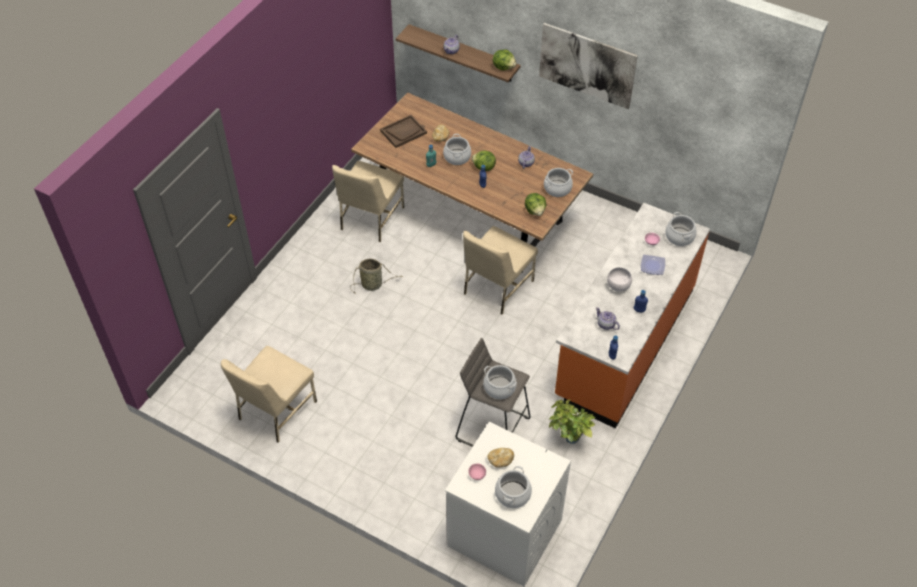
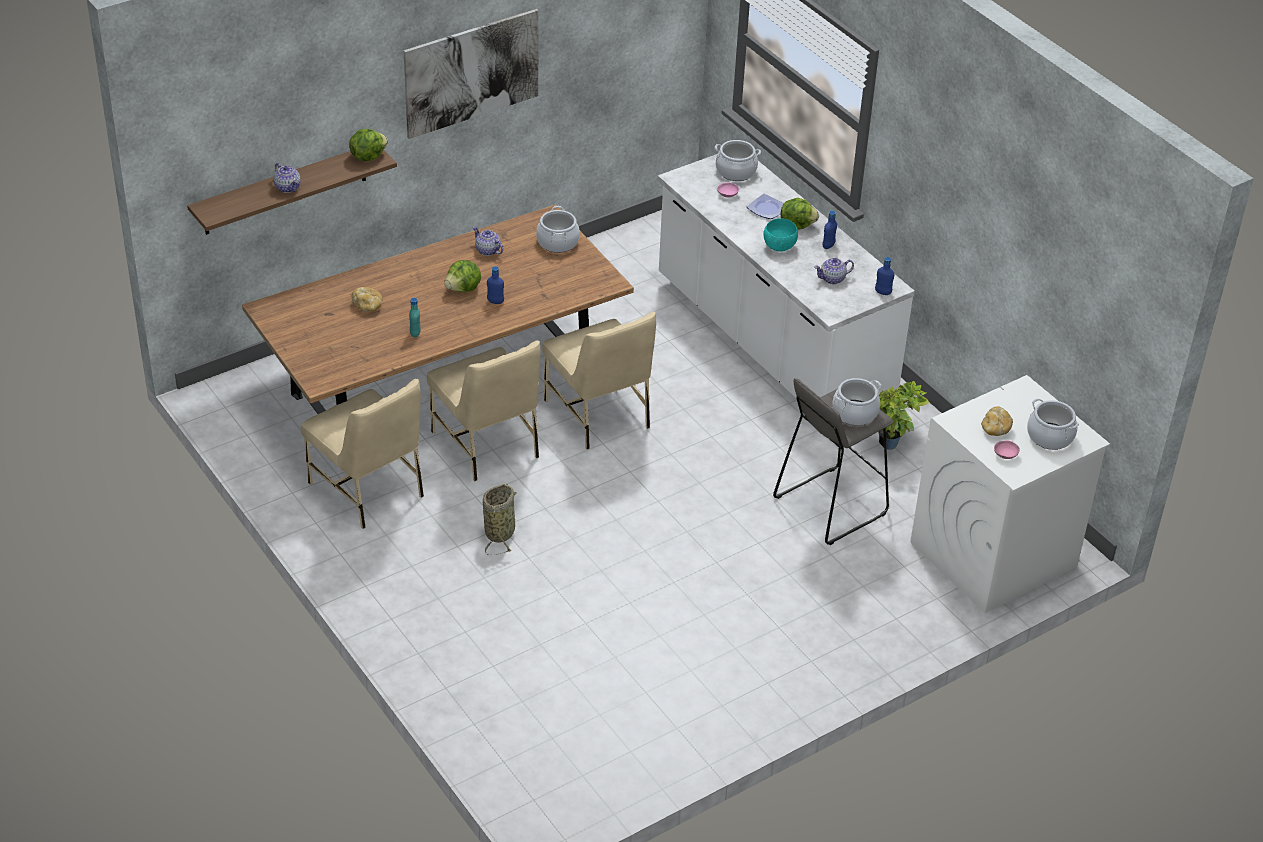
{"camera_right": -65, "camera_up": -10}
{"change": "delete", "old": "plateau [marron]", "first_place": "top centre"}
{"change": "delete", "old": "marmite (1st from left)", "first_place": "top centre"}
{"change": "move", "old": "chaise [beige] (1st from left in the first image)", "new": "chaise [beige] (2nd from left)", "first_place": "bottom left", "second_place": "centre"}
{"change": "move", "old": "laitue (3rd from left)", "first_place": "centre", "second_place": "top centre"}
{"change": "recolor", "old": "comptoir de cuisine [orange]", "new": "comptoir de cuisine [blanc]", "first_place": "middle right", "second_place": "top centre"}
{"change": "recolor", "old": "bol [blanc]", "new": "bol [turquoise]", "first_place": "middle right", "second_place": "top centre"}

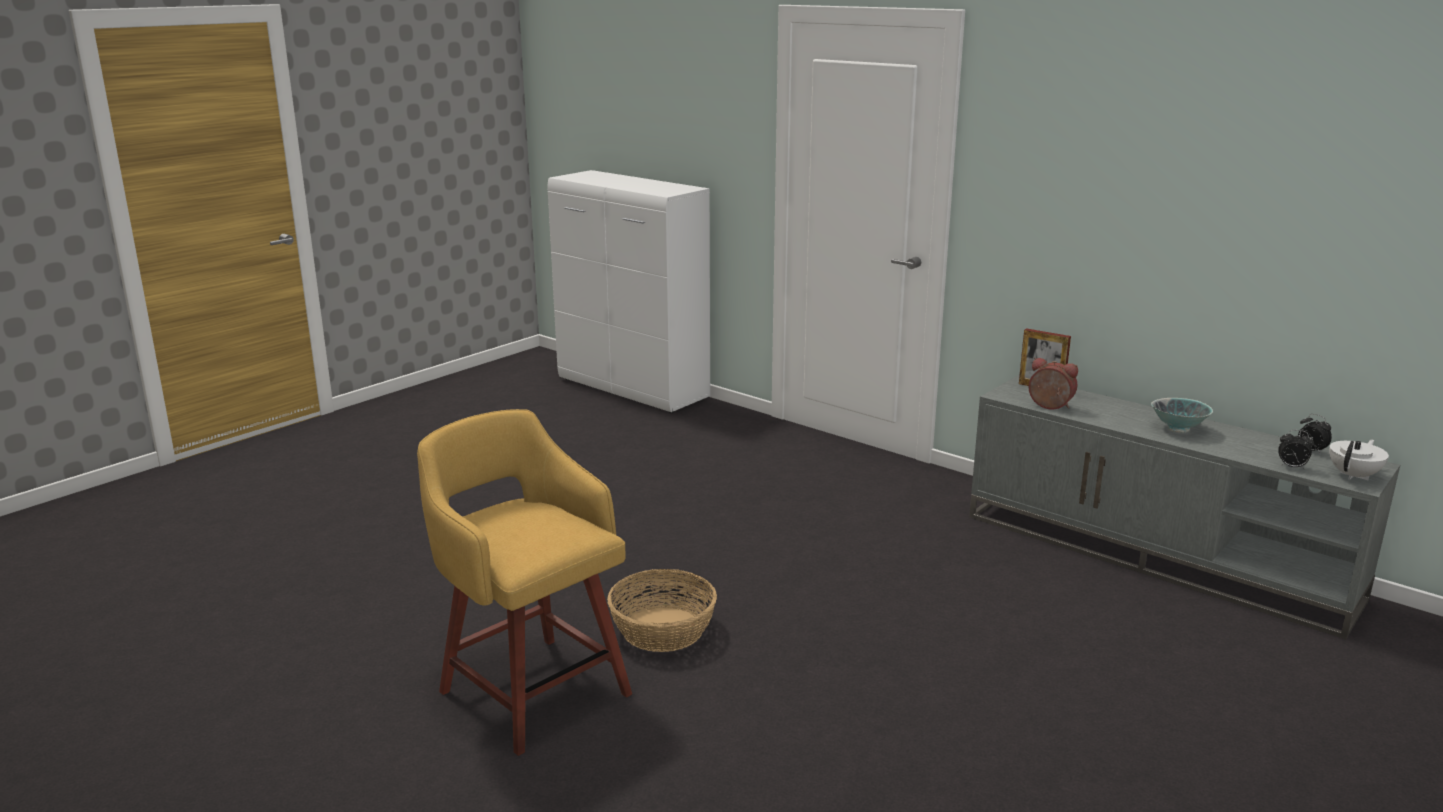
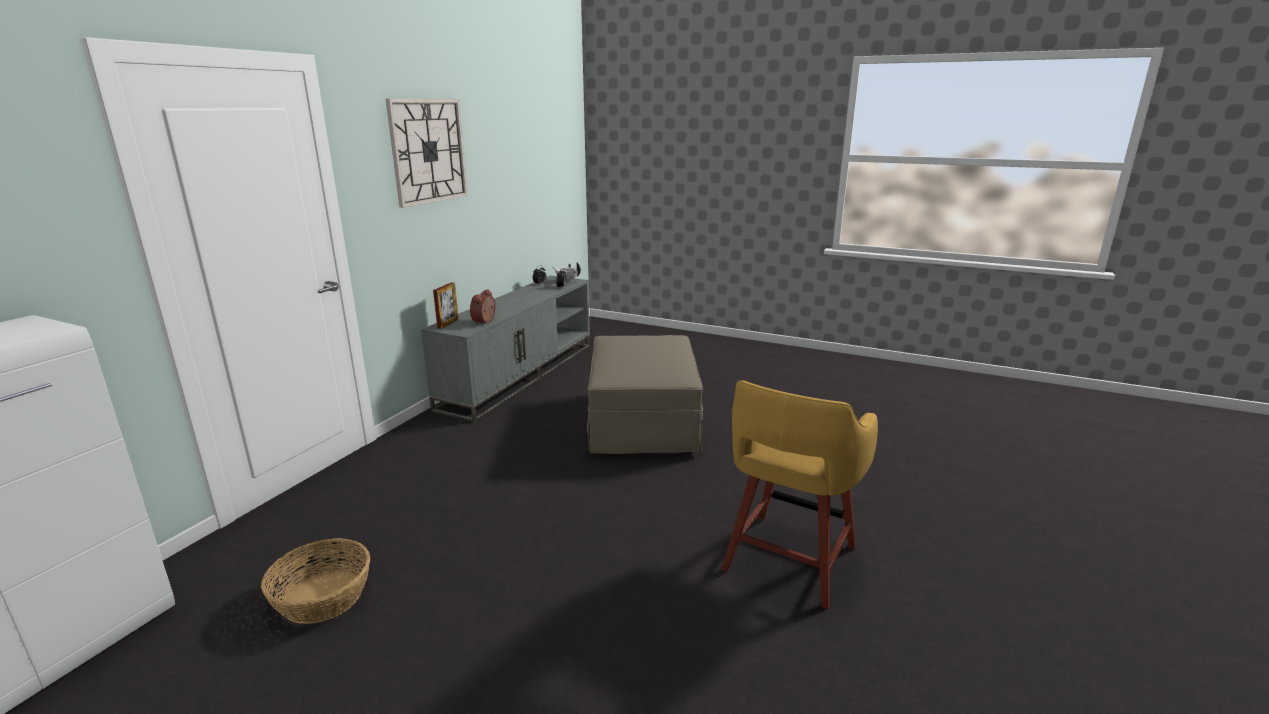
{"camera_right": -105, "camera_up": 0}
{"change": "delete", "old": "bol", "first_place": "middle right"}
{"change": "insert", "new": "horloge murale", "second_place": "top centre"}
{"change": "insert", "new": "pouf [beige]", "second_place": "centre"}
{"change": "move", "old": "panier", "first_place": "bottom centre", "second_place": "bottom left"}

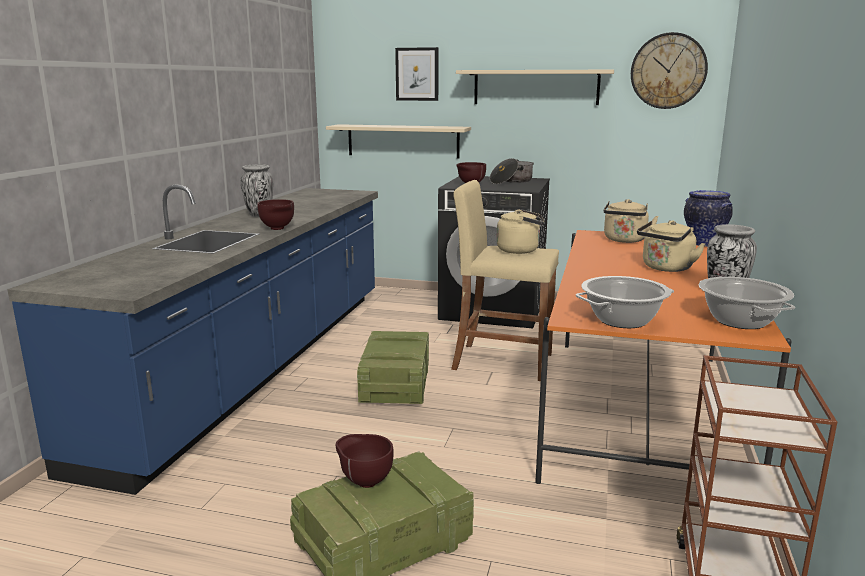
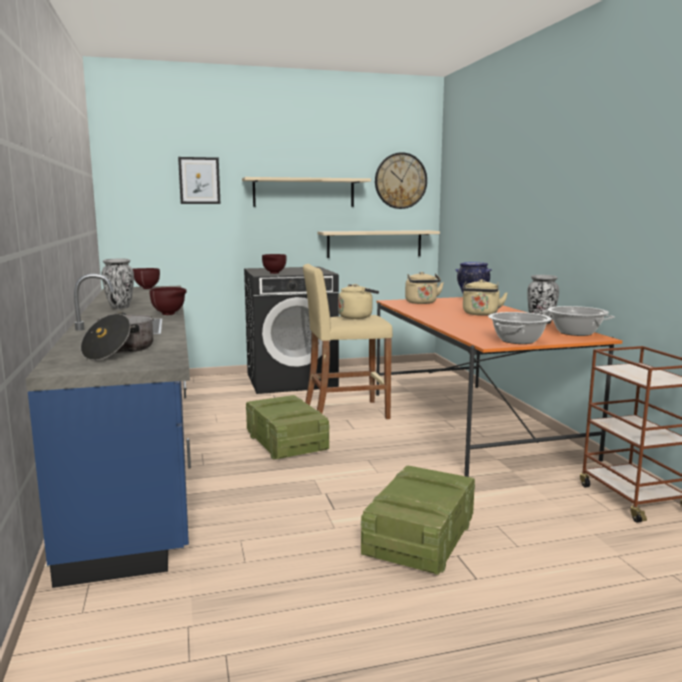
{"camera_right": -30, "camera_up": -5}
{"change": "move", "old": "étagère [beige] (1st from left in the first image)", "new": "étagère [beige] (2nd from left)", "first_place": "top centre", "second_place": "centre"}
{"change": "move", "old": "bol [marron] (2nd from left in the first image)", "new": "bol [marron] (1st from left)", "first_place": "bottom centre", "second_place": "middle left"}
{"change": "move", "old": "marmite (1st from left)", "first_place": "top centre", "second_place": "middle left"}

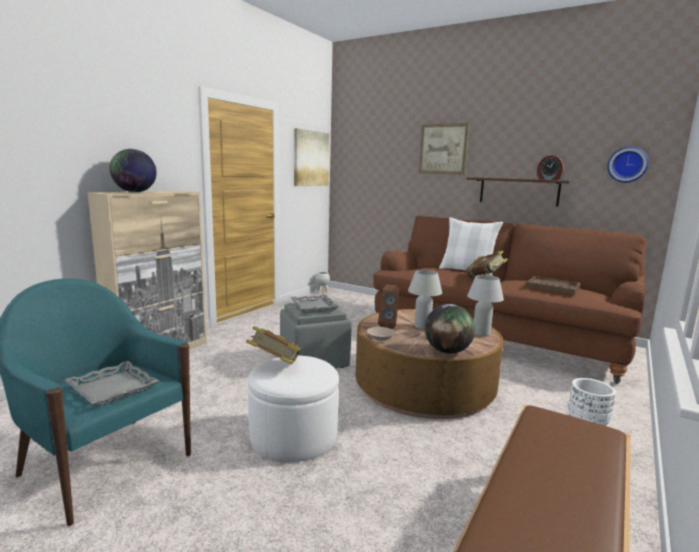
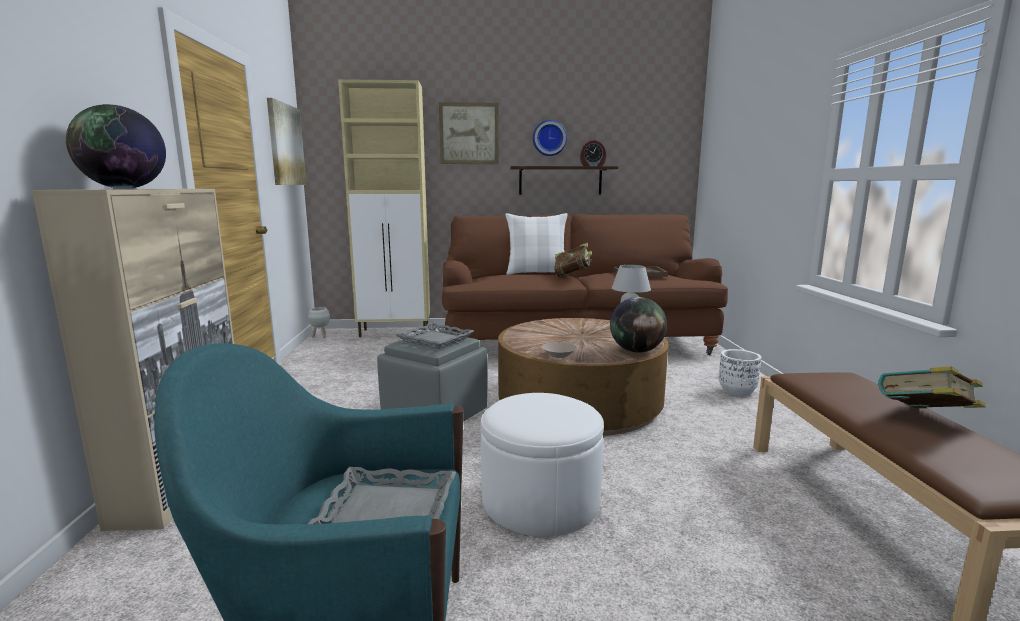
{"camera_right": -35, "camera_up": 0}
{"change": "delete", "old": "enceinte [marron]", "first_place": "centre"}
{"change": "delete", "old": "lampe de table [blanc] (1st from left)", "first_place": "centre"}
{"change": "insert", "new": "meuble de rangement [beige] (2nd from left)", "second_place": "centre"}
{"change": "move", "old": "livre (1st from left in the first image)", "new": "livre (2nd from left)", "first_place": "centre", "second_place": "middle right"}
{"change": "move", "old": "horloge murale", "first_place": "top right", "second_place": "top centre"}

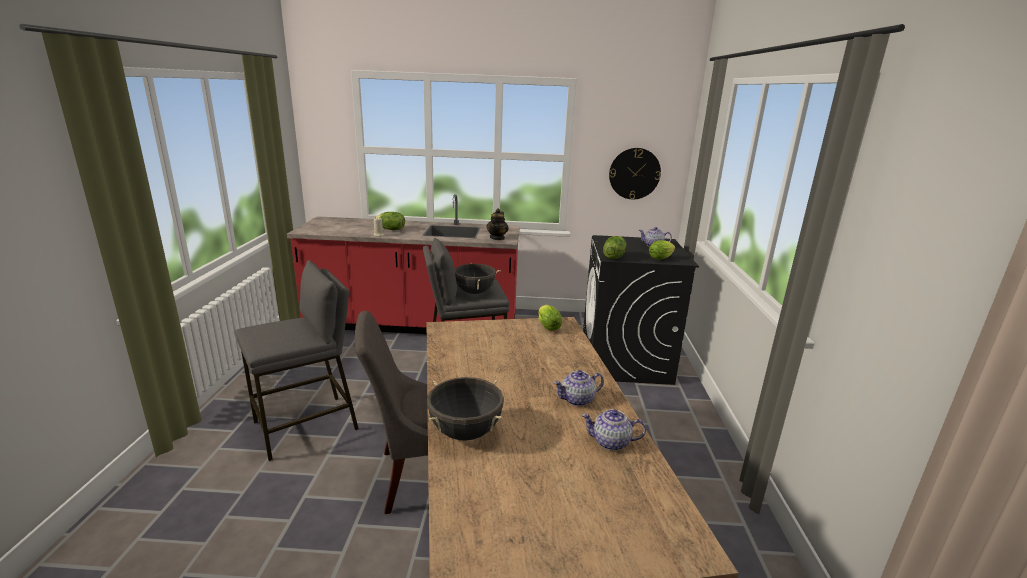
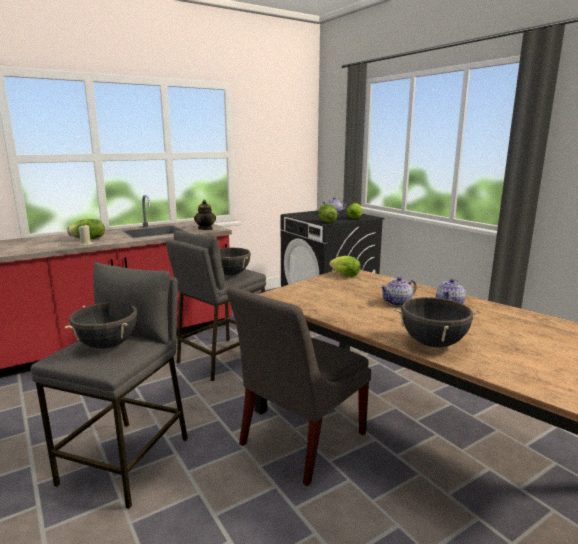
{"camera_right": -35, "camera_up": -5}
{"change": "delete", "old": "horloge murale", "first_place": "top centre"}
{"change": "insert", "new": "marmite [noir] (1st from left)", "second_place": "middle left"}
{"change": "move", "old": "théière (3rd from left)", "first_place": "bottom centre", "second_place": "middle right"}

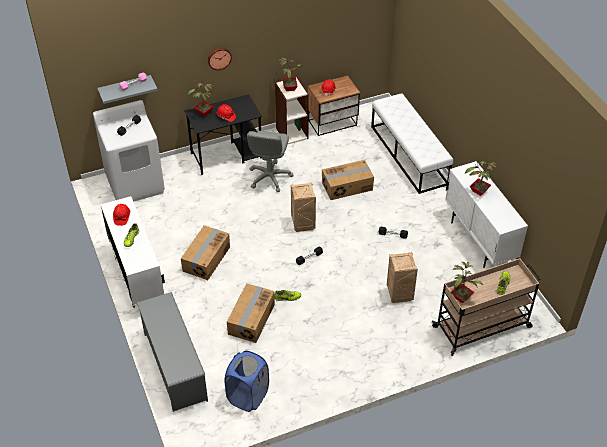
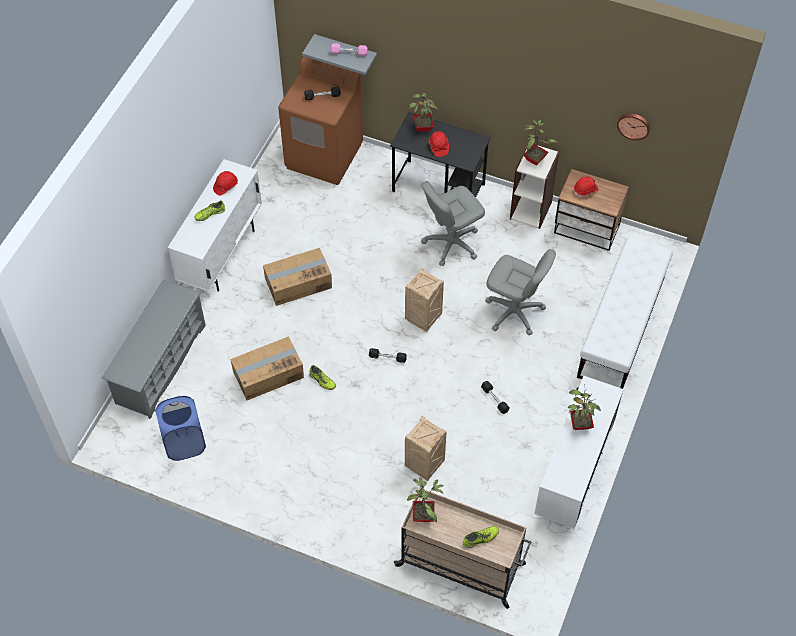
{"camera_right": 45, "camera_up": 10}
{"change": "move", "old": "horloge murale", "first_place": "top centre", "second_place": "top right"}
{"change": "replace", "old": "carton (3rd from left)", "new": "chaise de bureau [gris] (2nd from left)", "first_place": "centre", "second_place": "centre"}
{"change": "recolor", "old": "lave-linge [blanc]", "new": "lave-linge [marron]", "first_place": "middle left", "second_place": "top centre"}

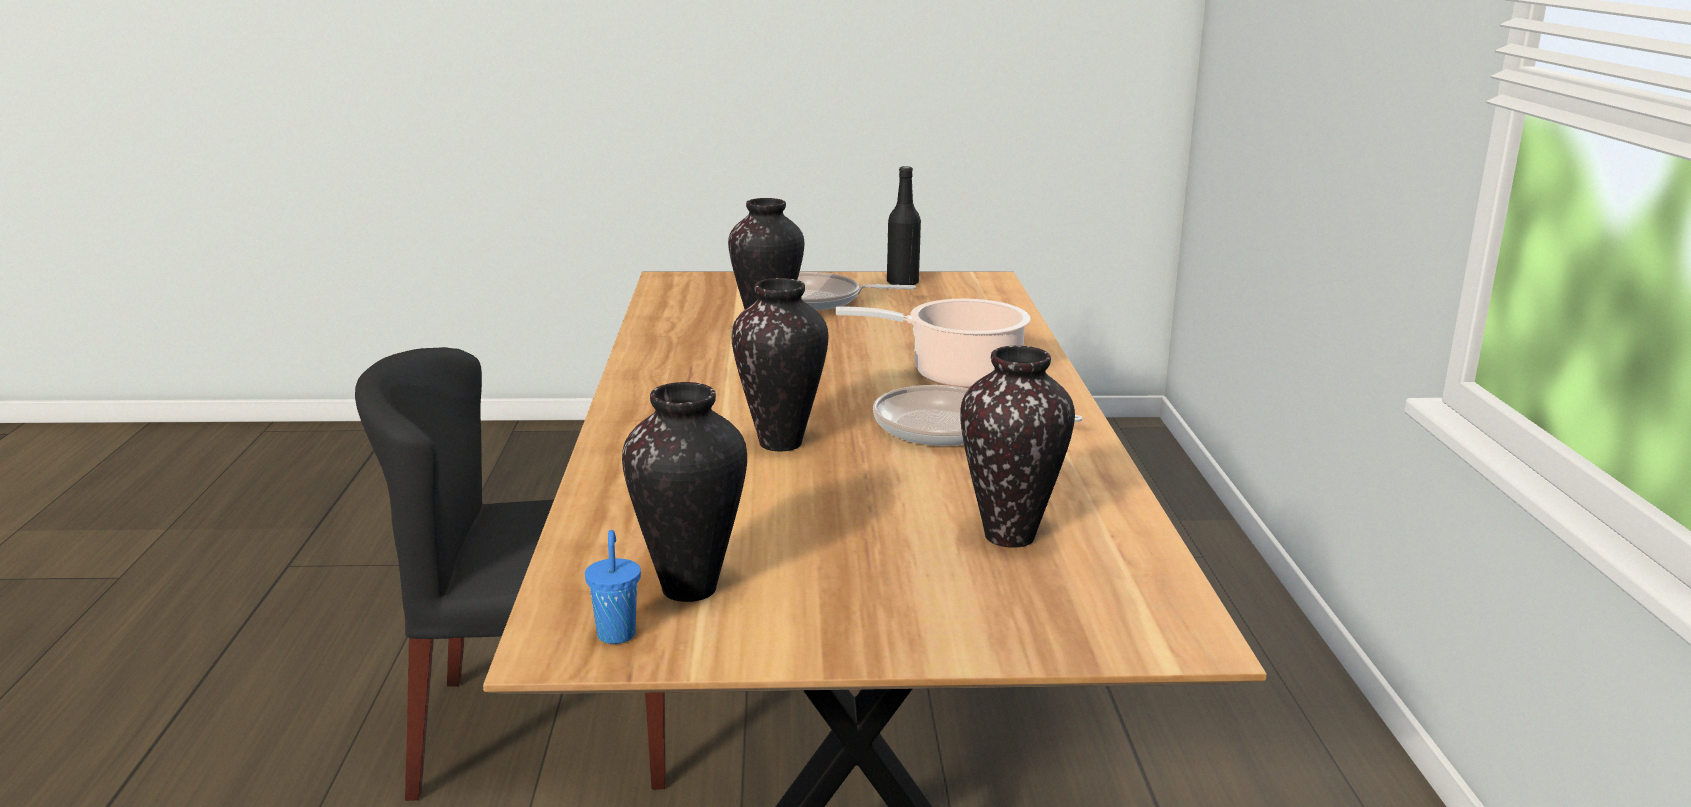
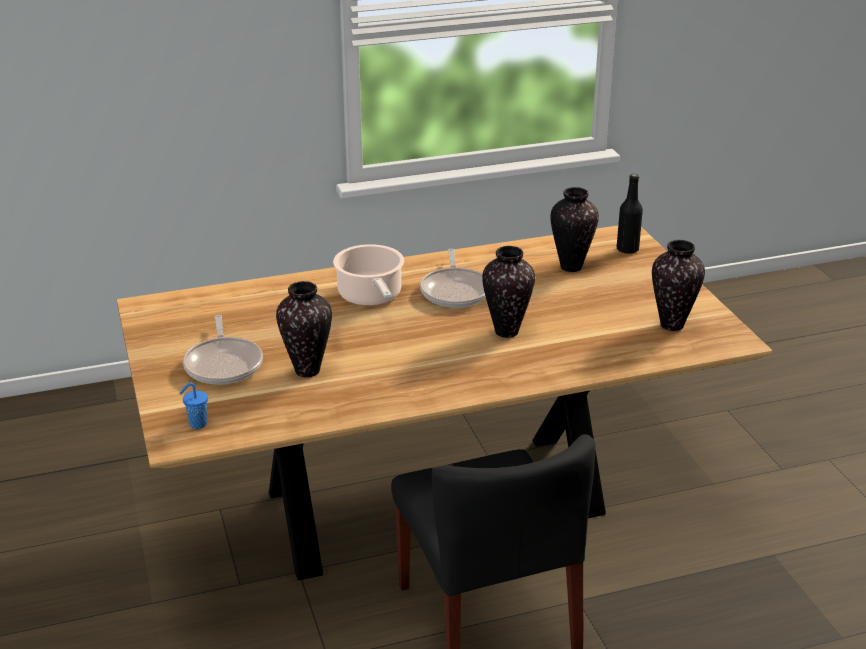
{"camera_right": -105, "camera_up": 10}
{"change": "move", "old": "tasse [bleu]", "first_place": "bottom centre", "second_place": "middle left"}
{"change": "move", "old": "bouteille [noir]", "first_place": "top centre", "second_place": "top right"}

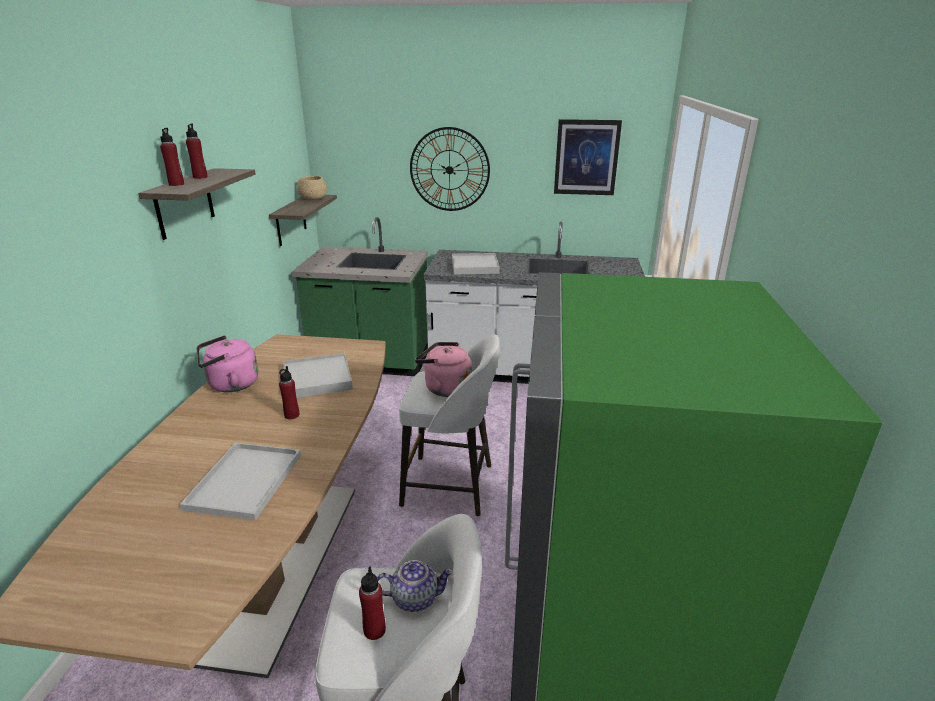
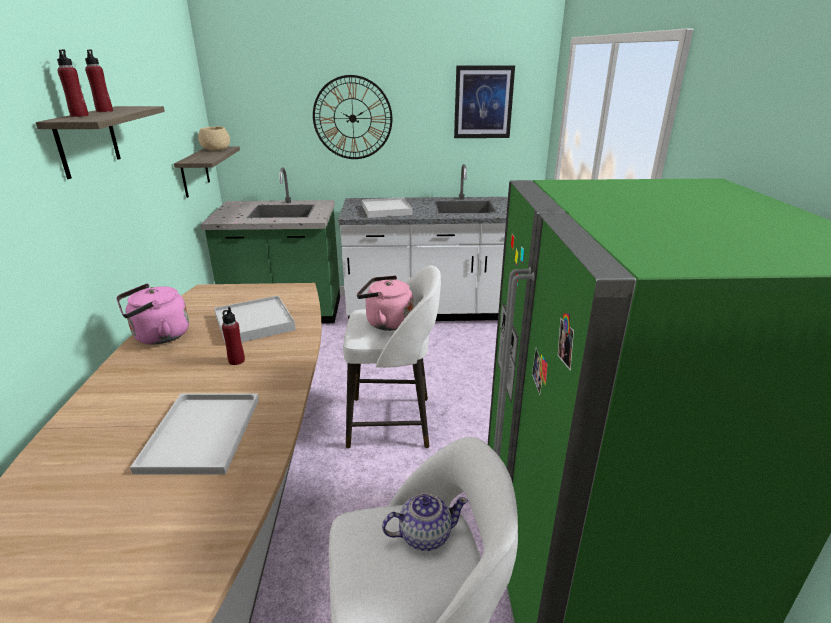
{"camera_right": -10, "camera_up": 0}
{"change": "delete", "old": "bouteille [rouge] (4th from left)", "first_place": "bottom centre"}

